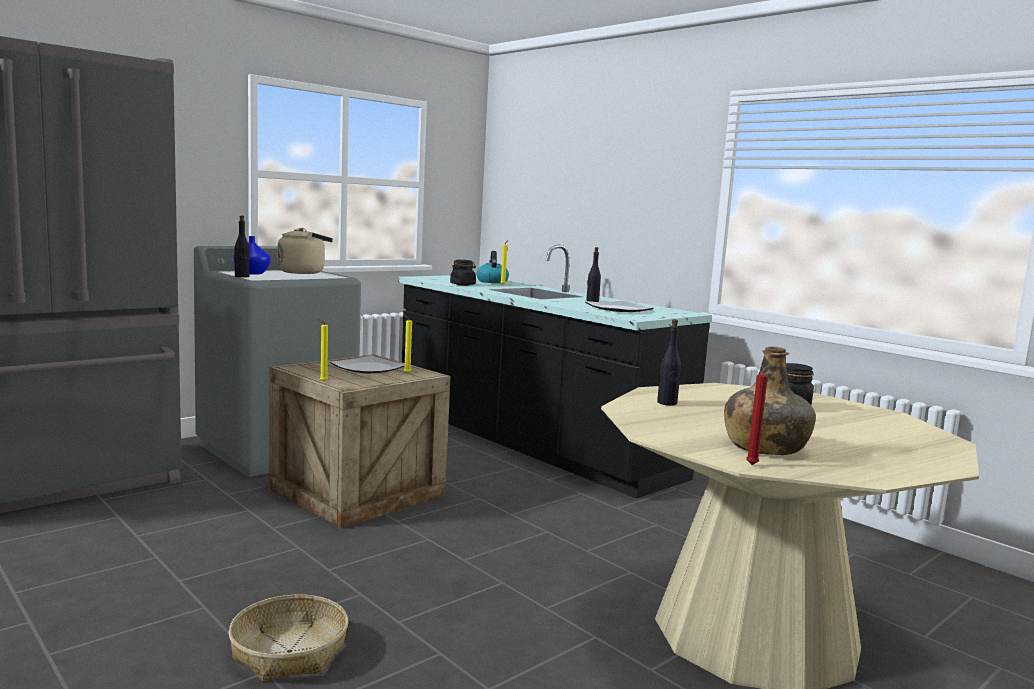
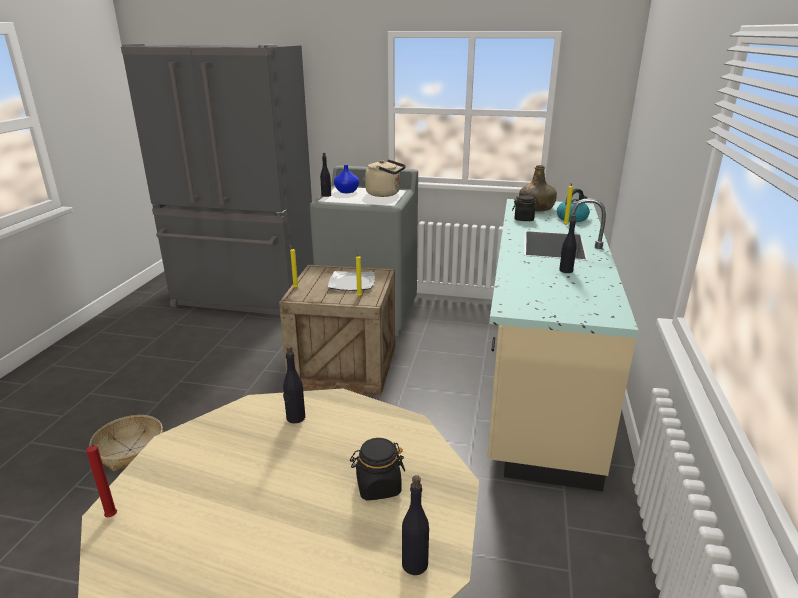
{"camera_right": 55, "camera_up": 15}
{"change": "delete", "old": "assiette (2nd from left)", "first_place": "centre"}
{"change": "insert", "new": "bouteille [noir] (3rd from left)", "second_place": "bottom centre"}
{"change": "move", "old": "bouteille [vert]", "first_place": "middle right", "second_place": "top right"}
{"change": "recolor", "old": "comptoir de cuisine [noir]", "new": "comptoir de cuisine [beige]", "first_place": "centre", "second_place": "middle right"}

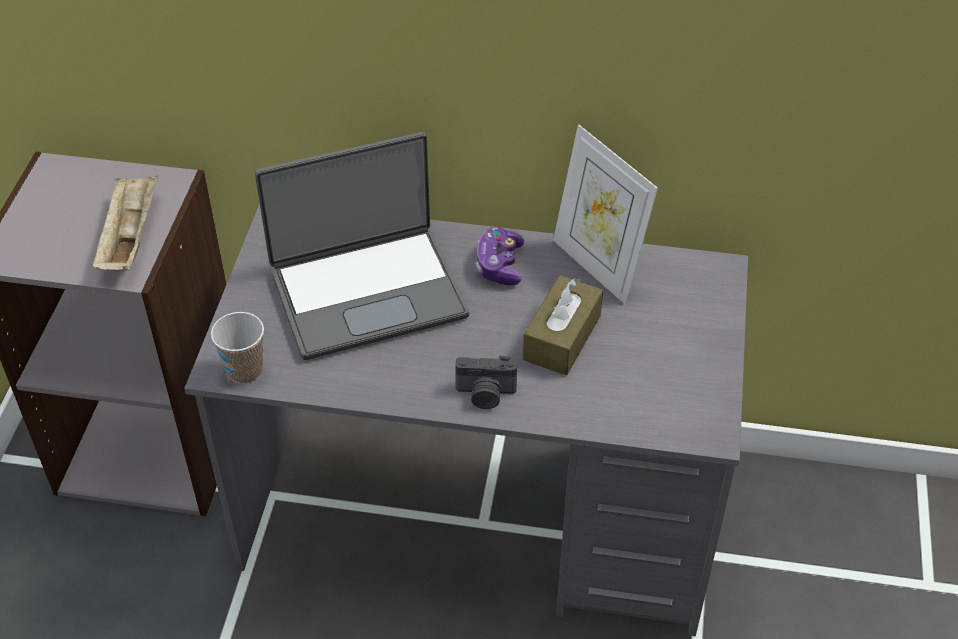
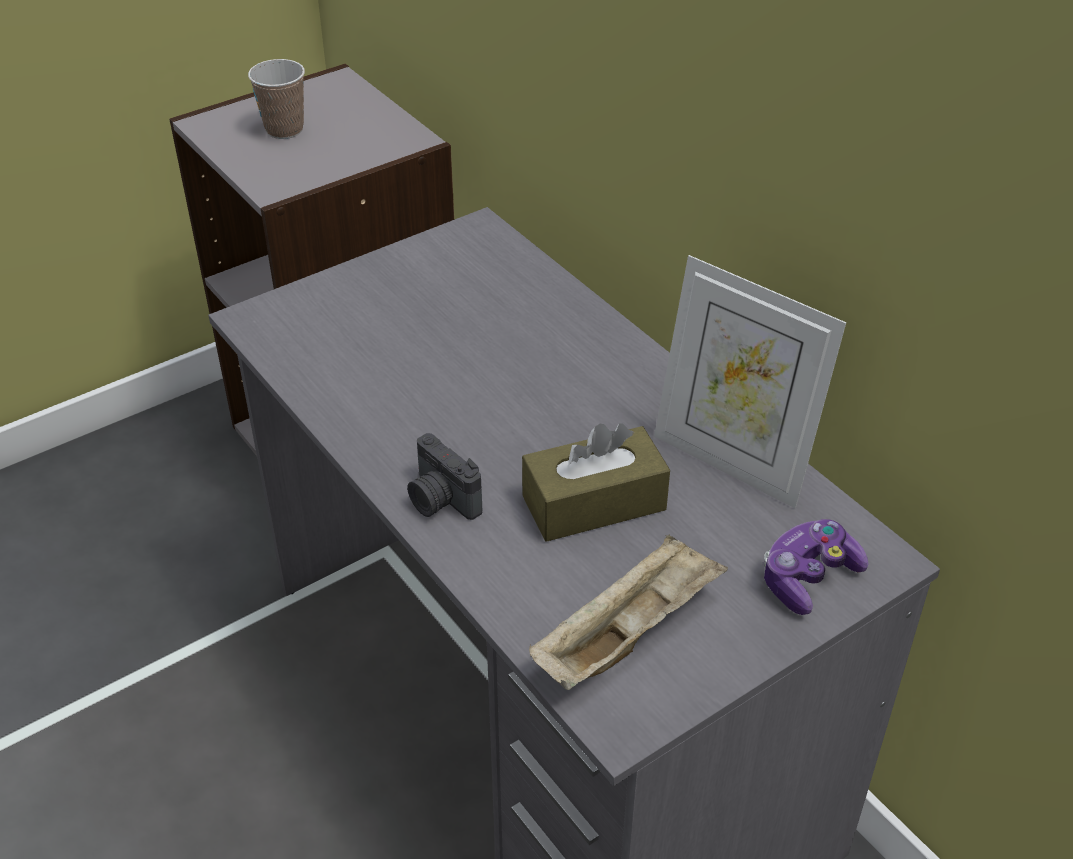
{"camera_right": 45, "camera_up": -5}
{"change": "delete", "old": "ordinateur portable", "first_place": "centre"}
{"change": "move", "old": "plateau [beige]", "first_place": "middle left", "second_place": "bottom centre"}
{"change": "move", "old": "tasse", "first_place": "middle left", "second_place": "top left"}
{"change": "move", "old": "manette", "first_place": "centre", "second_place": "middle right"}
{"change": "rotate", "old": "cadre photo", "first_place": "centre", "second_place": "middle right", "degrees": -60}

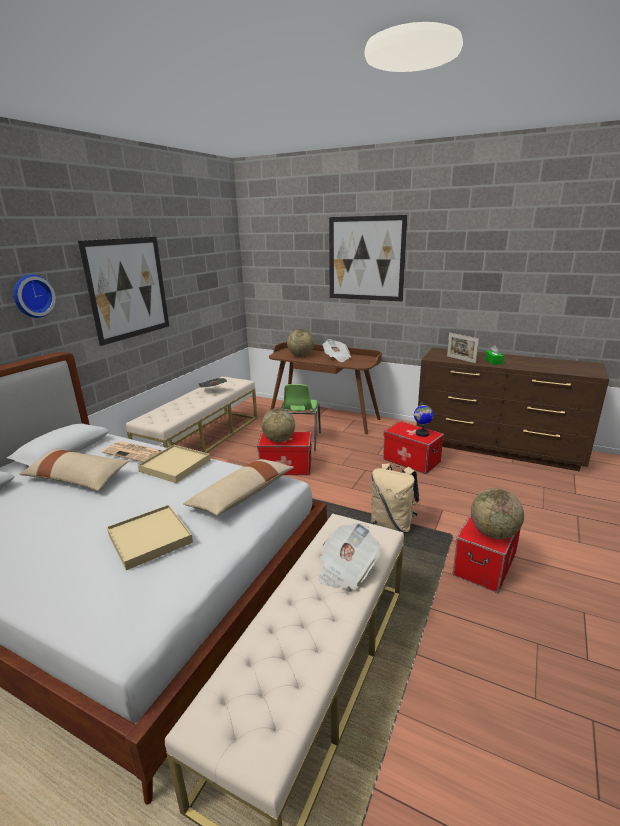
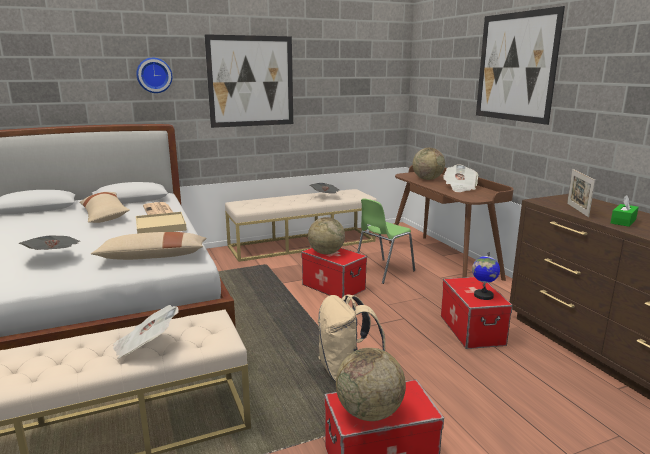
{"camera_right": 40, "camera_up": -5}
{"change": "replace", "old": "plateau [beige] (1st from left)", "new": "journal (1st from left)", "first_place": "middle left", "second_place": "middle left"}

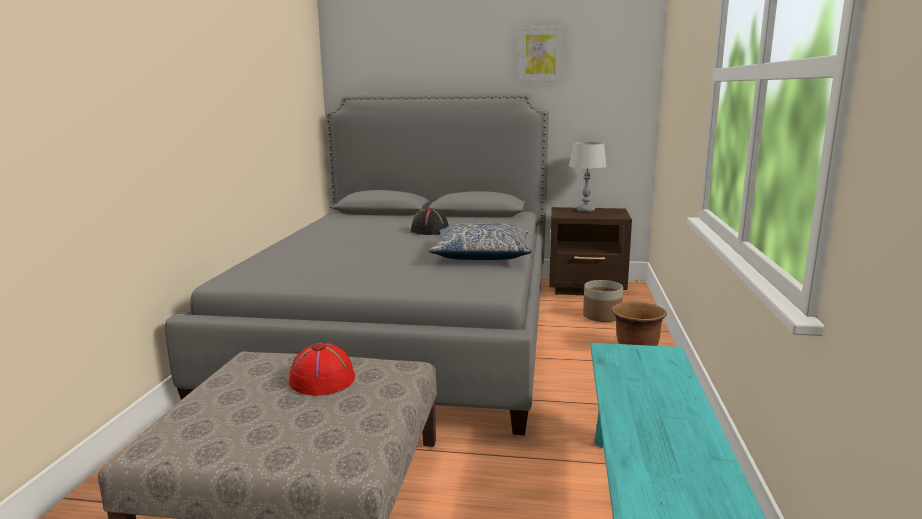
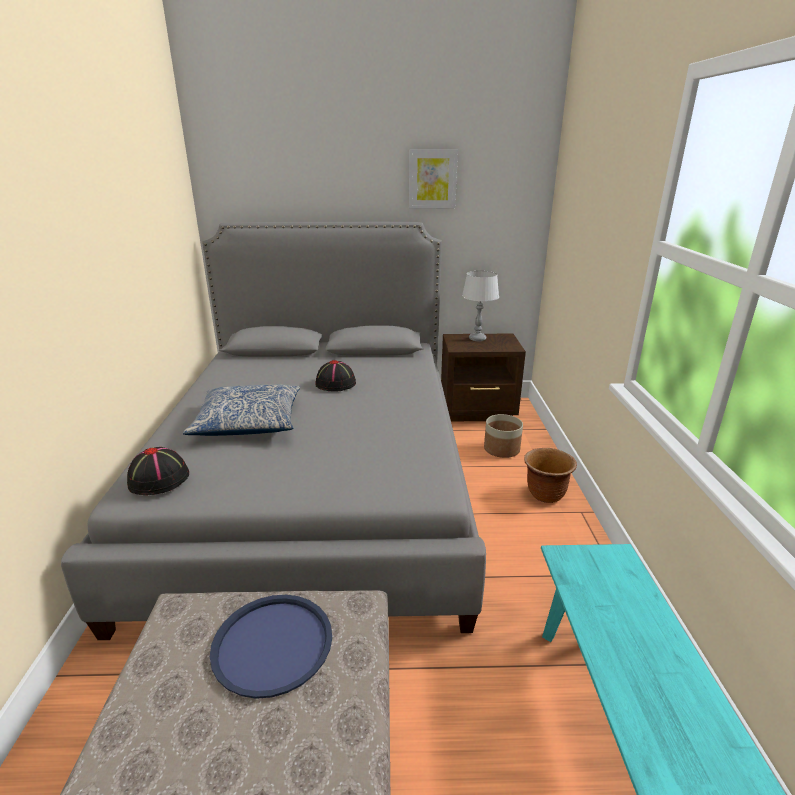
{"camera_right": -10, "camera_up": 10}
{"change": "insert", "new": "chapeau [noir] (1st from left)", "second_place": "middle left"}
{"change": "move", "old": "coussin", "first_place": "centre", "second_place": "middle left"}
{"change": "replace", "old": "chapeau [rouge]", "new": "plateau [bleu]", "first_place": "bottom centre", "second_place": "bottom centre"}

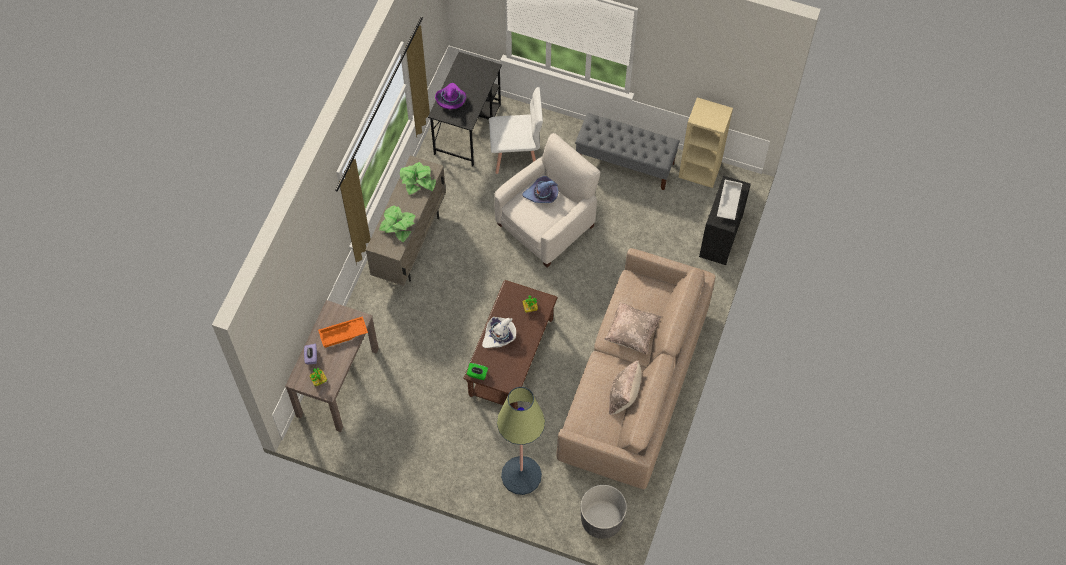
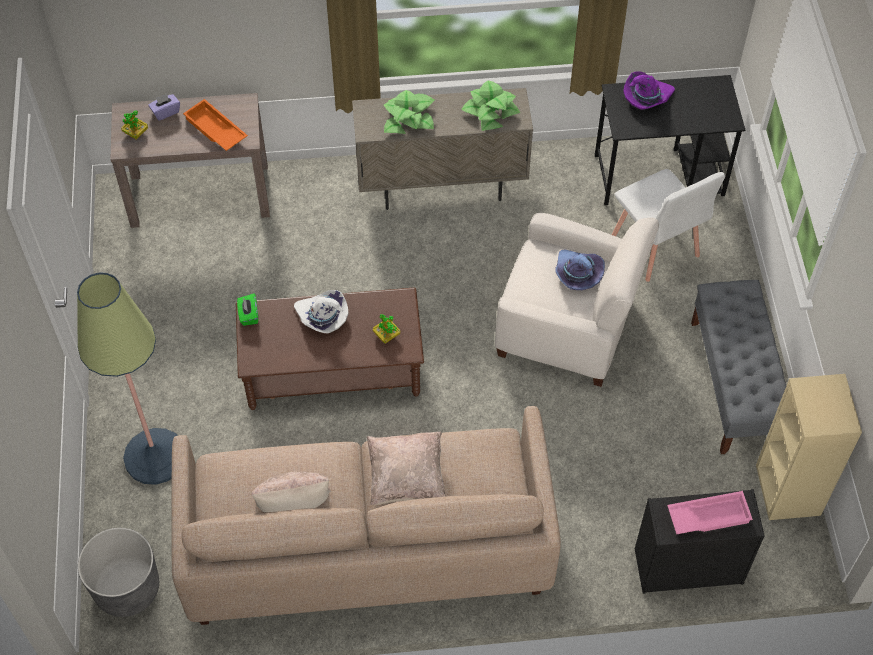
{"camera_right": 65, "camera_up": -5}
{"change": "recolor", "old": "plateau [blanc]", "new": "plateau [rose]", "first_place": "middle right", "second_place": "bottom right"}

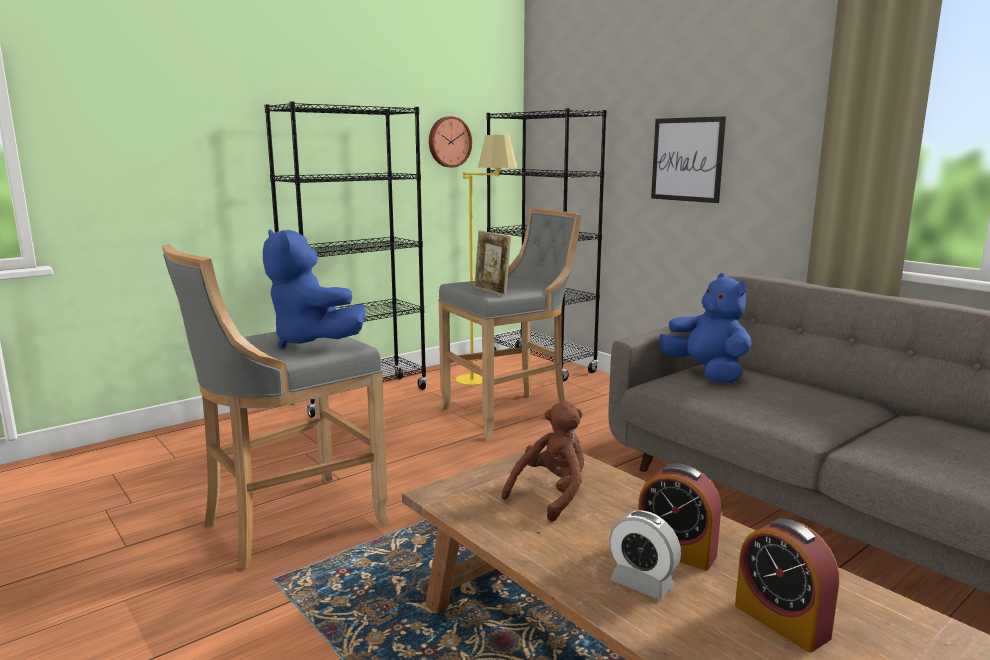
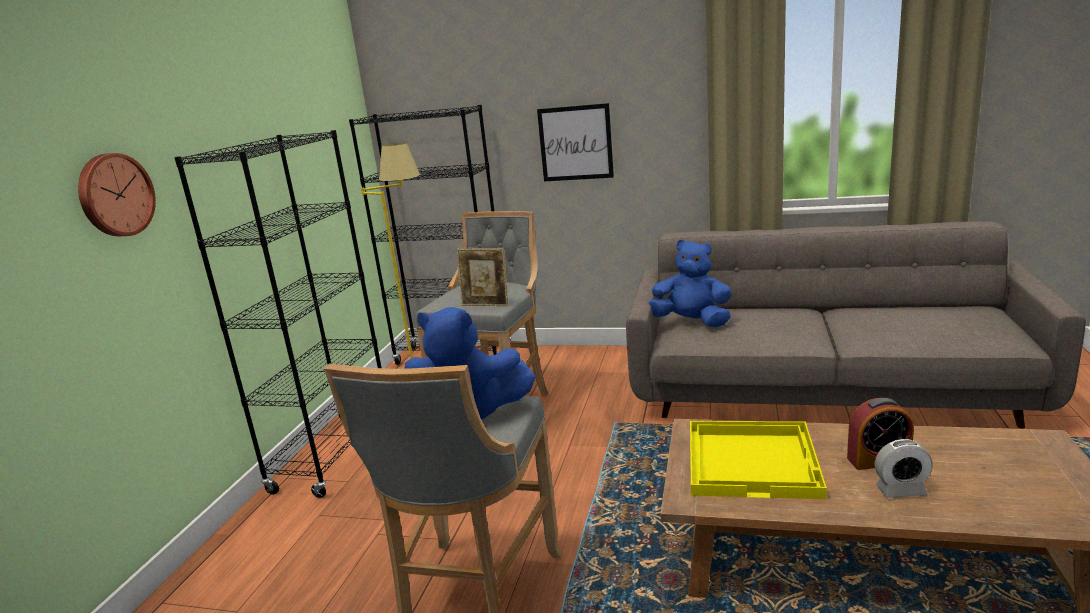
{"camera_right": -35, "camera_up": 5}
{"change": "delete", "old": "réveil (3rd from left)", "first_place": "bottom right"}
{"change": "move", "old": "horloge murale", "first_place": "top centre", "second_place": "top left"}
{"change": "replace", "old": "peluche [marron]", "new": "plateau [jaune]", "first_place": "bottom centre", "second_place": "bottom right"}

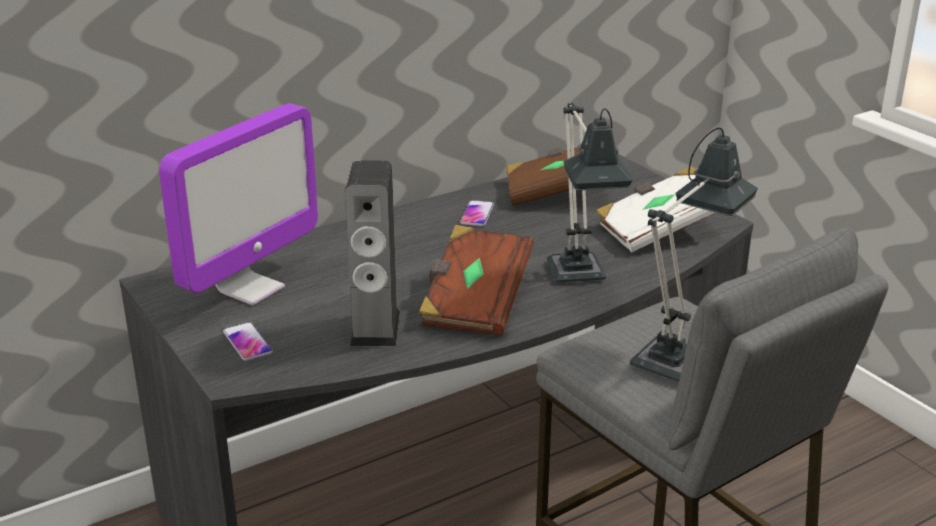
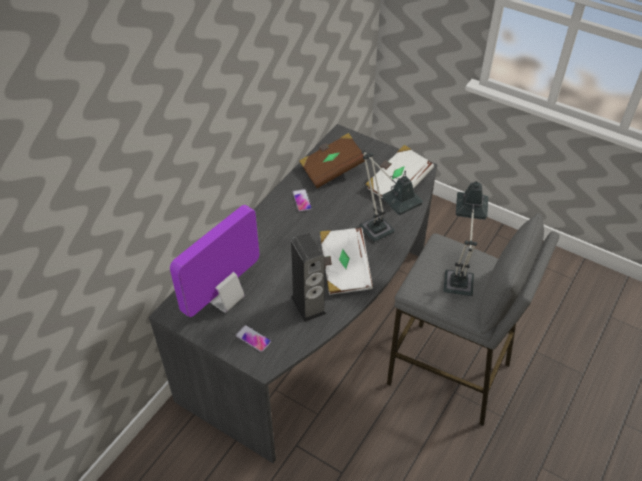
{"camera_right": -25, "camera_up": 20}
{"change": "recolor", "old": "livre [marron] (1st from left)", "new": "livre [blanc] (1st from left)", "first_place": "centre", "second_place": "centre"}
{"change": "rotate", "old": "écran d'ordinateur", "first_place": "middle left", "second_place": "centre", "degrees": -150}

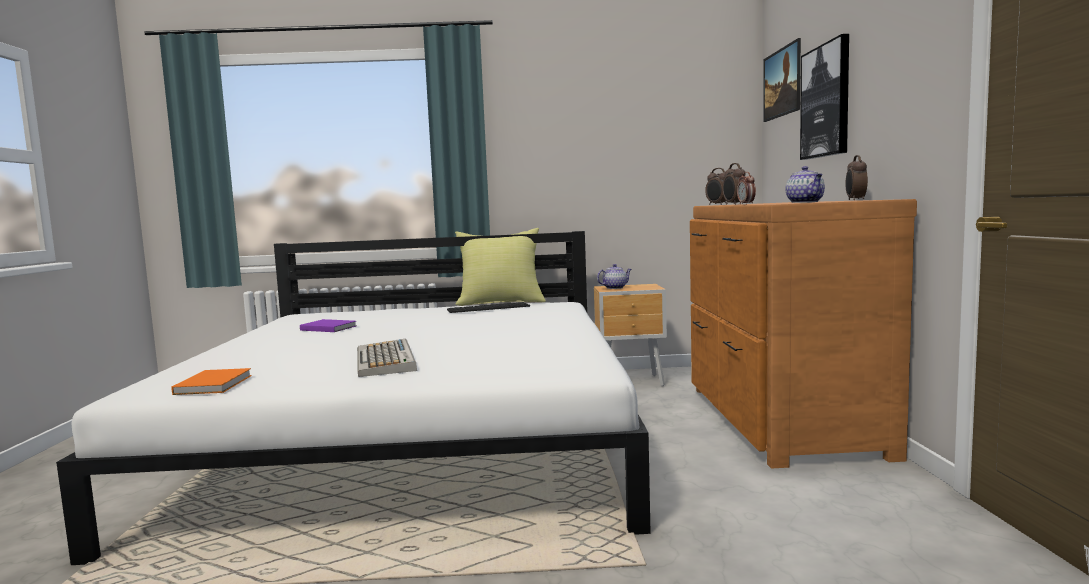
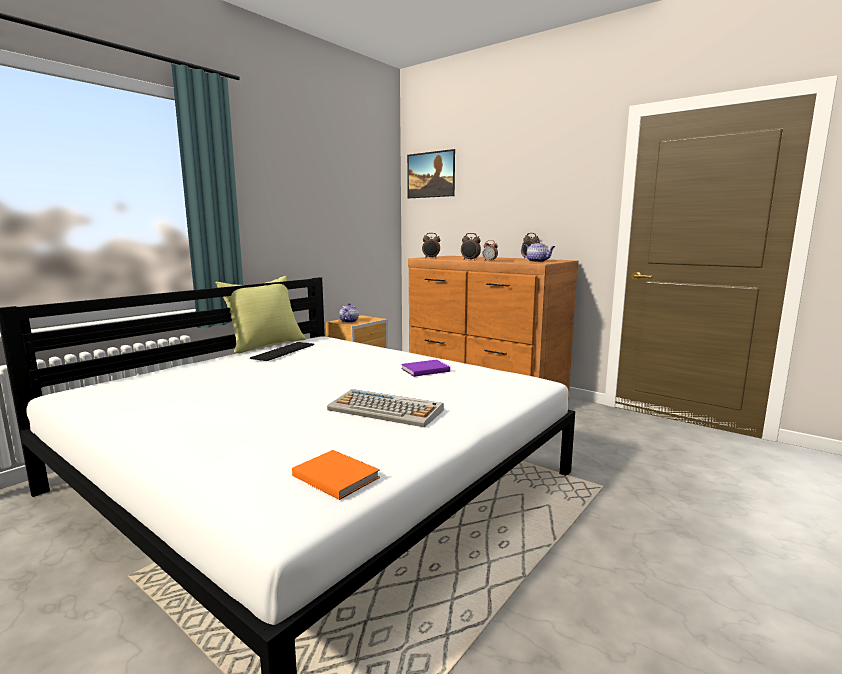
{"camera_right": -50, "camera_up": 5}
{"change": "delete", "old": "tableau (2nd from left)", "first_place": "top right"}
{"change": "move", "old": "livre [violet]", "first_place": "middle left", "second_place": "centre"}

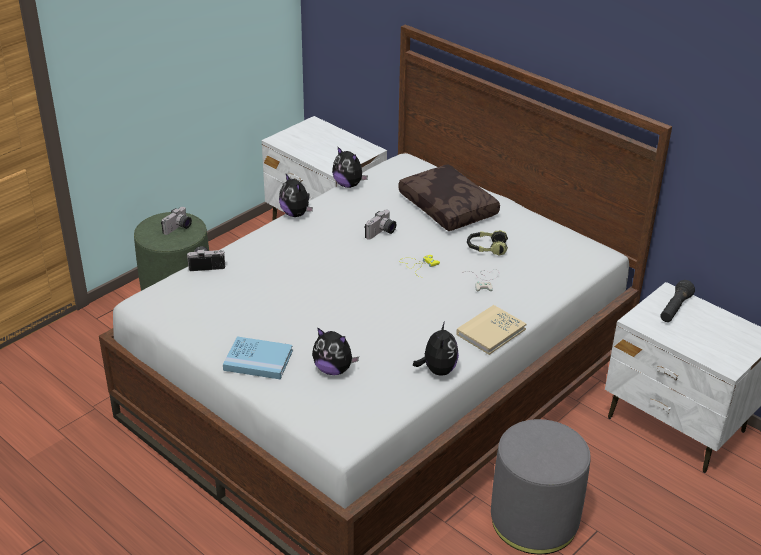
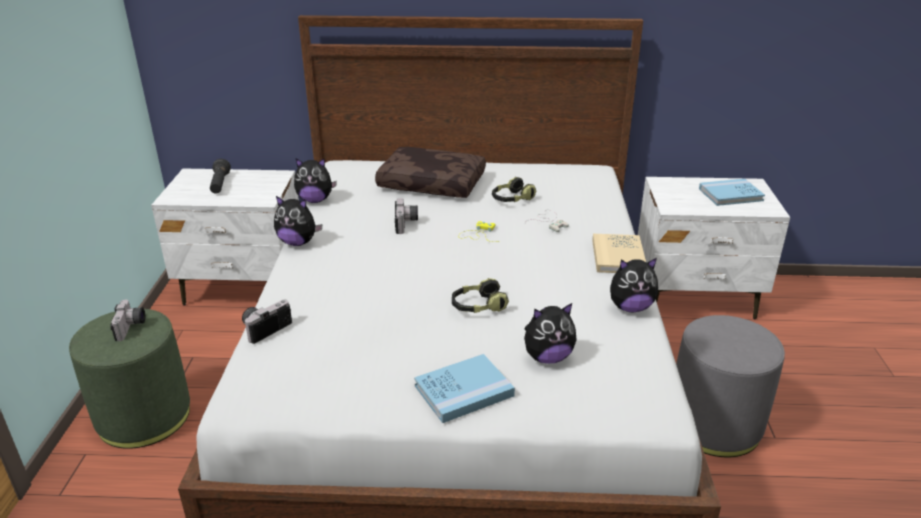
{"camera_right": -40, "camera_up": -5}
{"change": "insert", "new": "casque audio (1st from left)", "second_place": "centre"}
{"change": "insert", "new": "livre [bleu] (2nd from left)", "second_place": "middle right"}
{"change": "move", "old": "lampe de poche [noir]", "first_place": "middle right", "second_place": "middle left"}
{"change": "rotate", "old": "peluche (4th from left)", "first_place": "centre", "second_place": "middle right", "degrees": 120}

